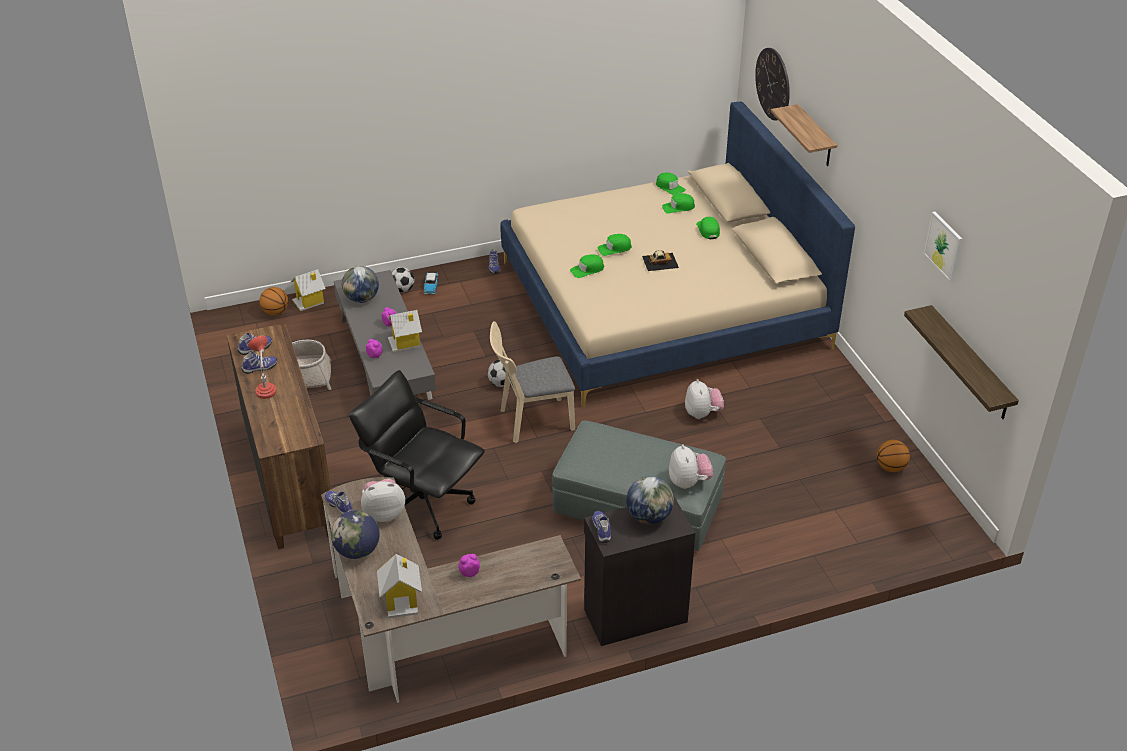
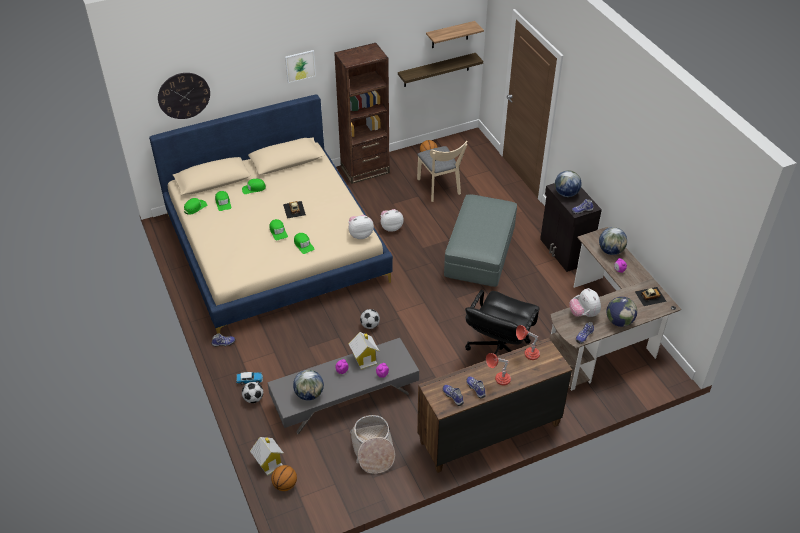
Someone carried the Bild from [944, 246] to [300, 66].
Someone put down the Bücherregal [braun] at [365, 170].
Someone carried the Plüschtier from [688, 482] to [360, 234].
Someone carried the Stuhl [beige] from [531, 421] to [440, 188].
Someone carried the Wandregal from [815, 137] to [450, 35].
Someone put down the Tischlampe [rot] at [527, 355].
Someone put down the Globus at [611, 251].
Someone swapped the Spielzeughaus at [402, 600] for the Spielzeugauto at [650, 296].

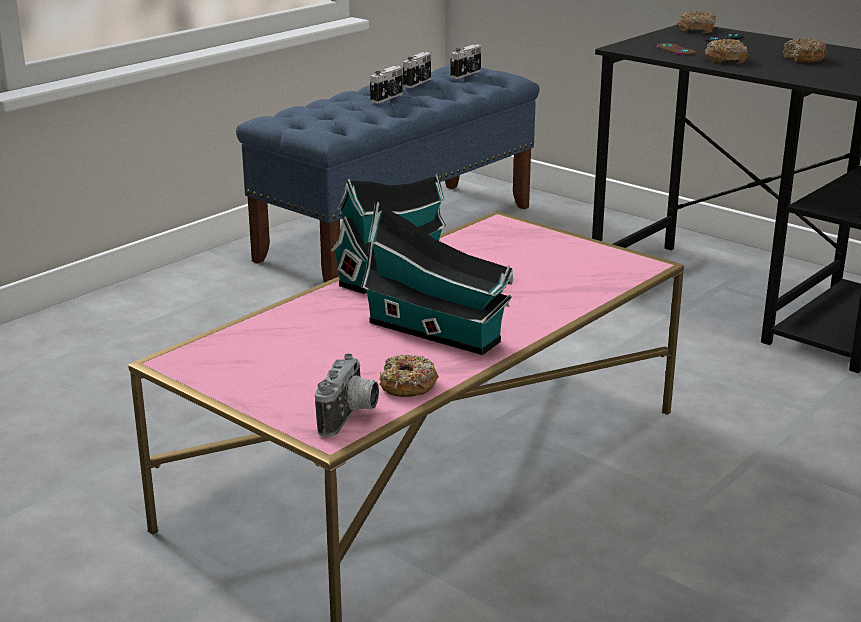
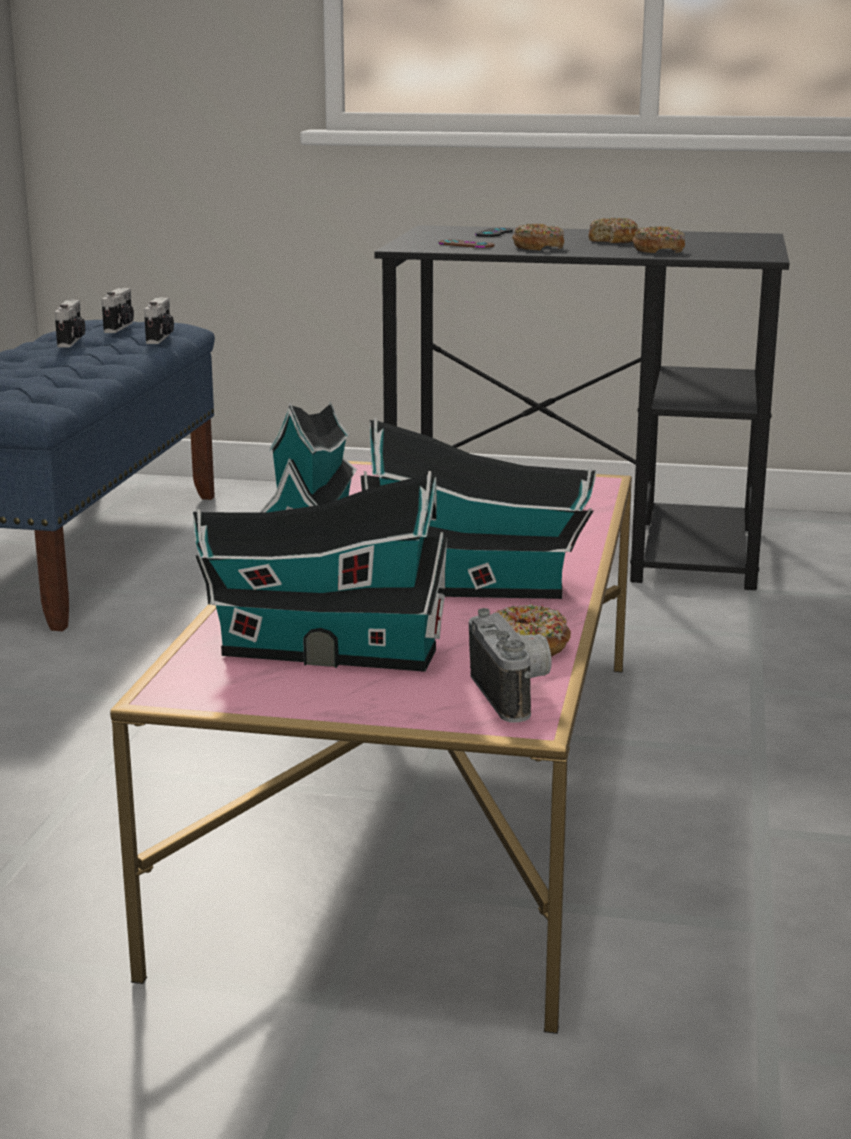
Someone carried the Kamera from [388, 98] to [160, 338].
Someone put down the Spielzeughaus at [320, 652].
Someone carried the Donut from [696, 29] to [658, 250].

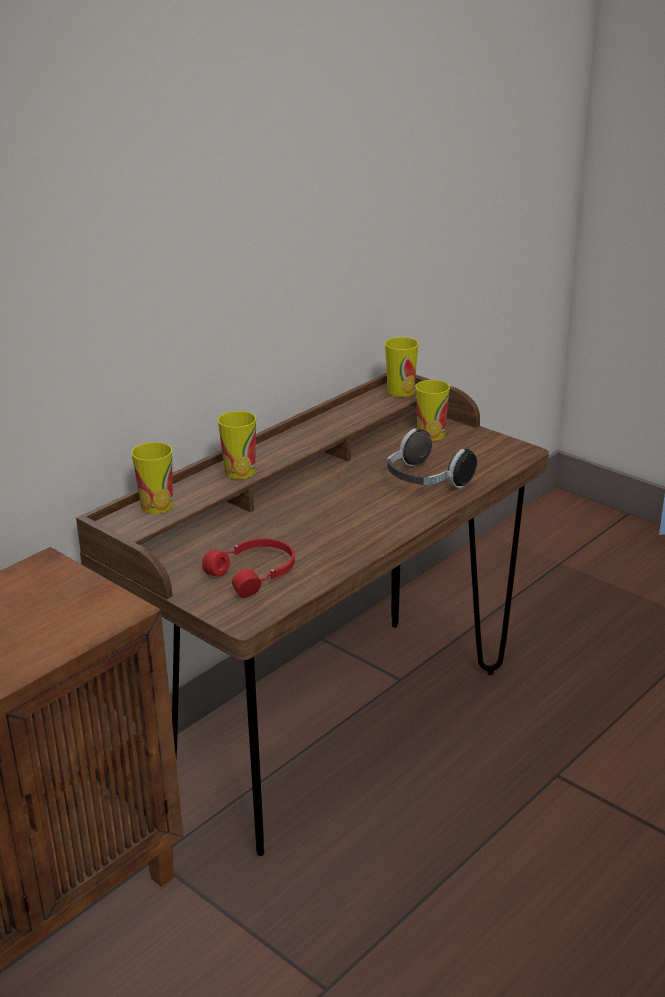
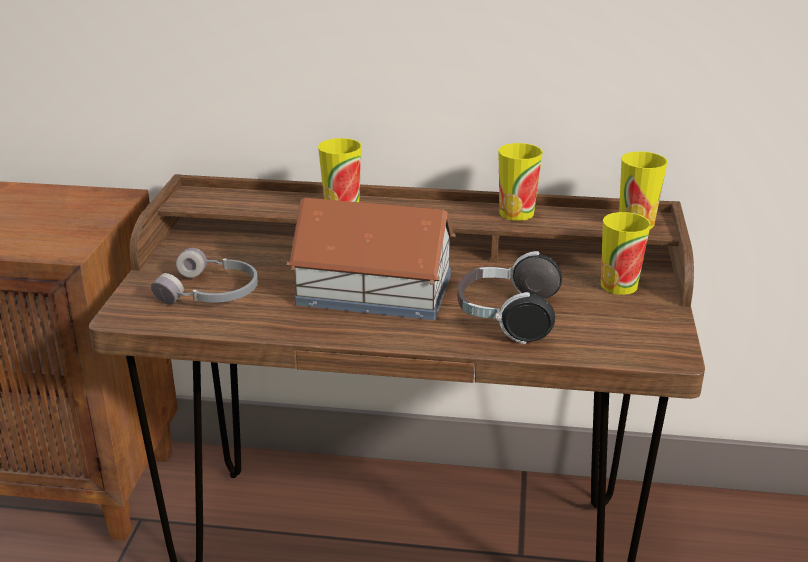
Someone repainted the Kopfhörer [rot] at [255, 574], which became the Kopfhörer [grau] at [210, 293].
Someone put down the Spielzeughaus at [376, 290].
Someone carried the Tasse from [157, 506] to [516, 213].

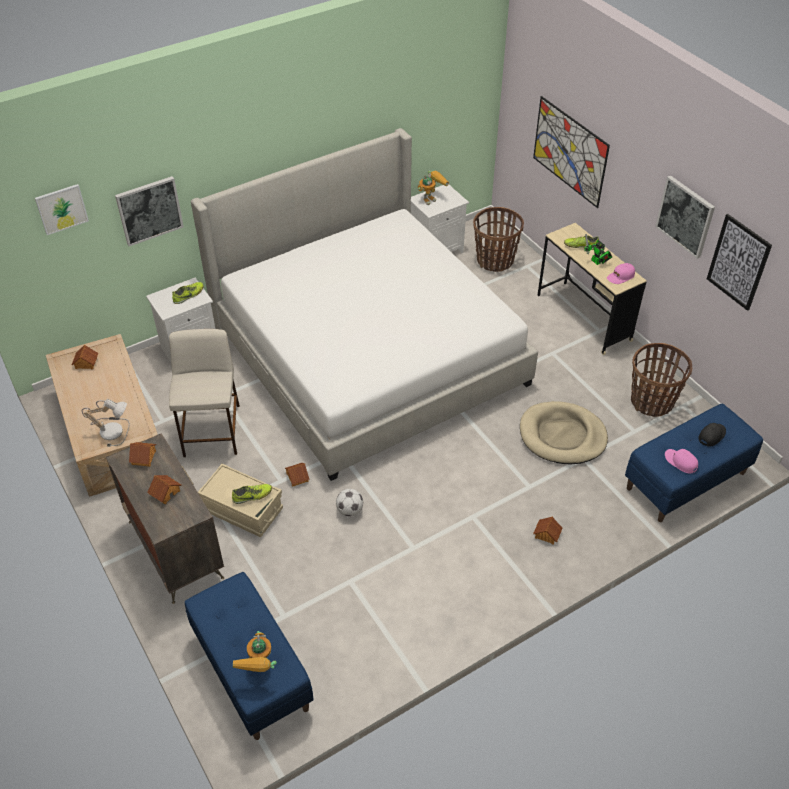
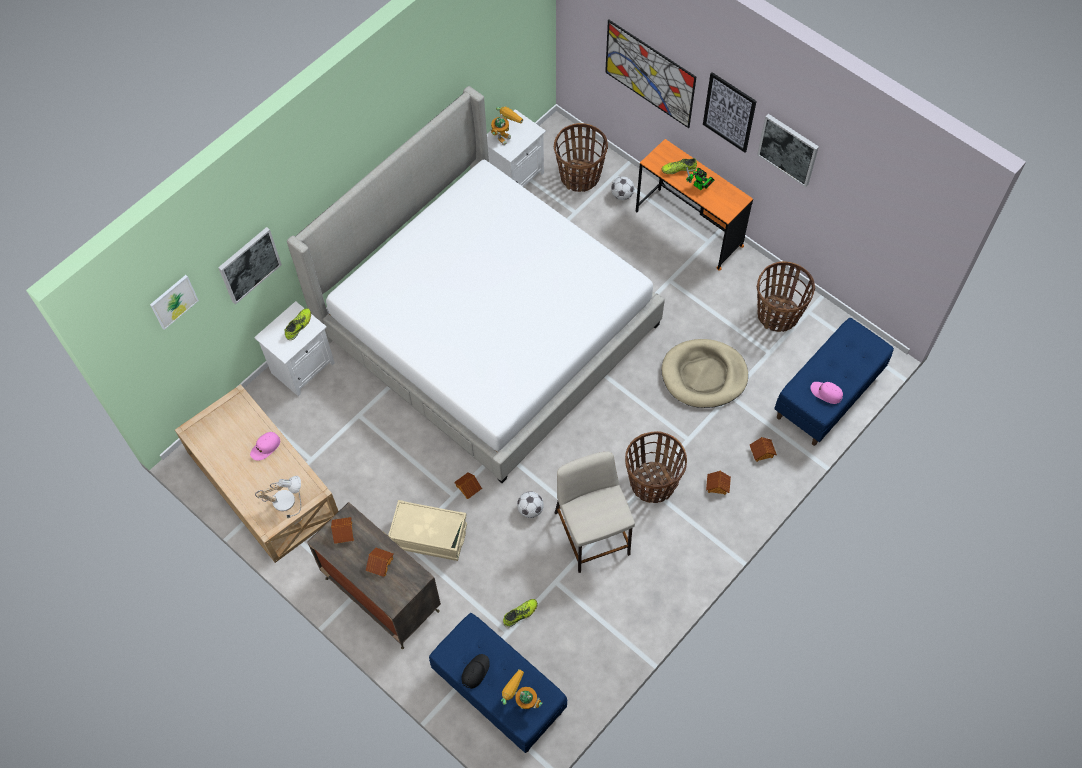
Someone carried the Kappe [rosa] from [620, 276] to [265, 447].
Someone carried the Kappe [schwarz] from [711, 435] to [475, 671].
Someone rotated the Spielzeugroboter at [259, 669] by 135 degrees clockwise.
Someone carried the Schuh from [252, 496] to [520, 614].
Someone carried the Hocker [beige] from [212, 431] to [592, 534].
Someone put down the Fußball at [622, 195].
Someone put down the Korb at [652, 483].
Someone repainted the Schreibtisch [beige] at [583, 317], which became the Schreibtisch [orange] at [688, 229].
Someone carried the Bild from [738, 262] to [729, 112].
Someone carried the Spielzeughaus from [86, 363] to [762, 452].

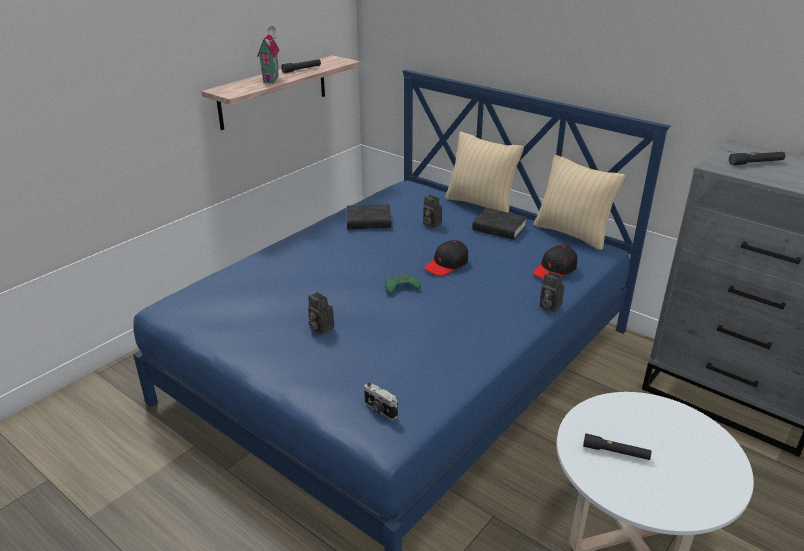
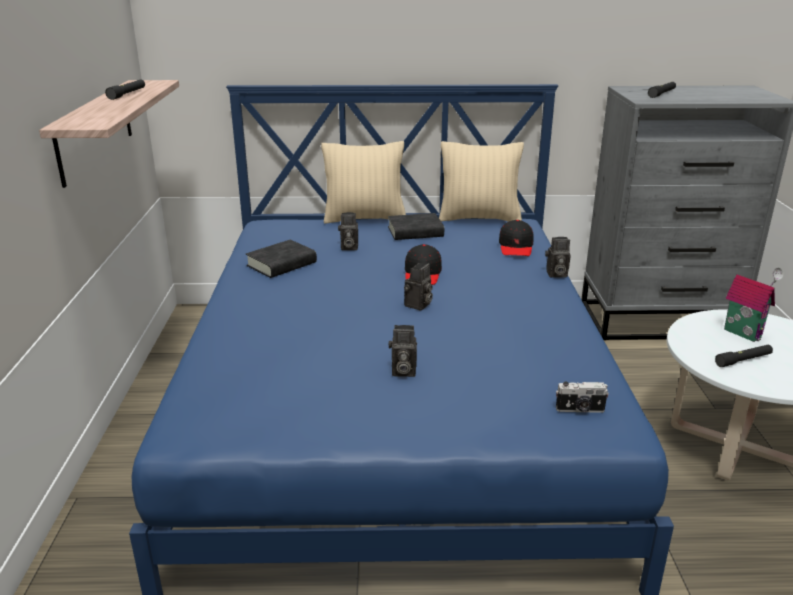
Someone swapped the Gamepad [grün] at [401, 287] for the Kamera at [418, 305].
Someone carried the Spielzeughaus from [272, 80] to [744, 333].

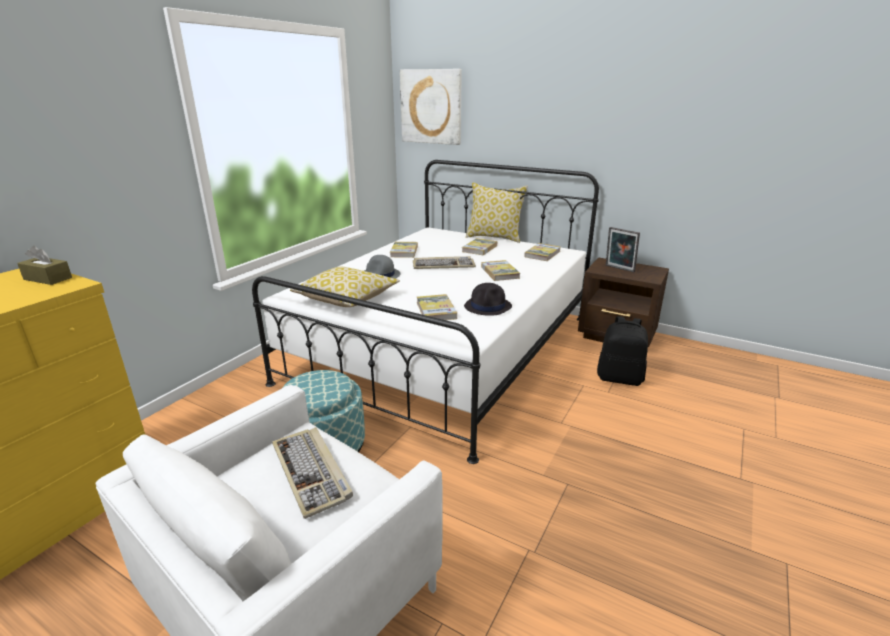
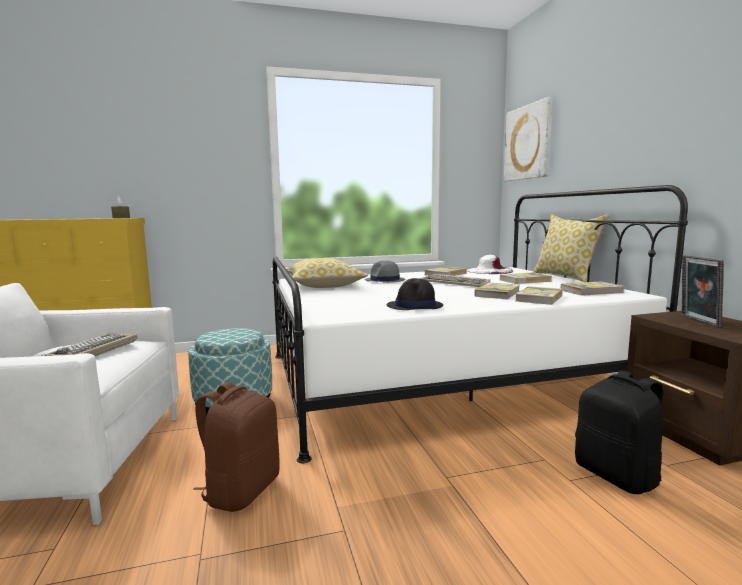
Someone put down the Rucksack [braun] at [241, 490].
Someone put down the Hut [weiß] at [489, 271].
Someone carried the Buch from [436, 310] to [539, 298].

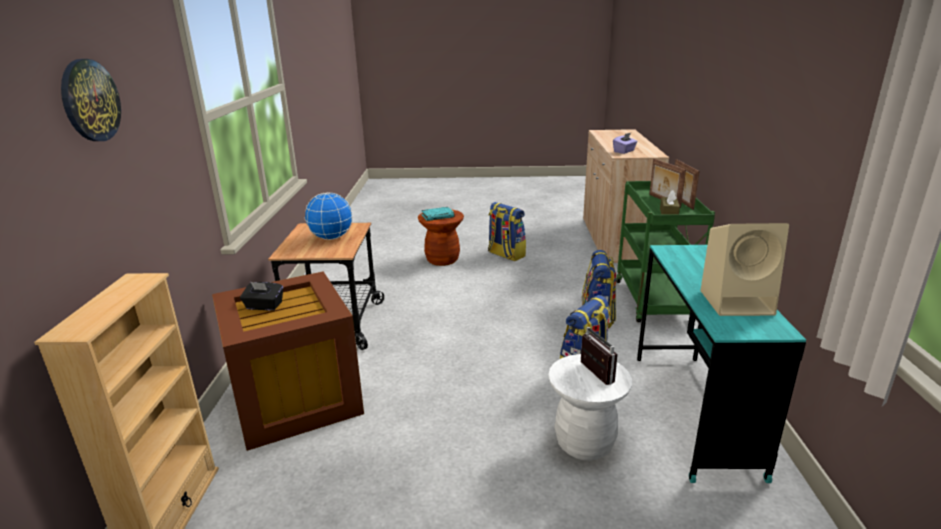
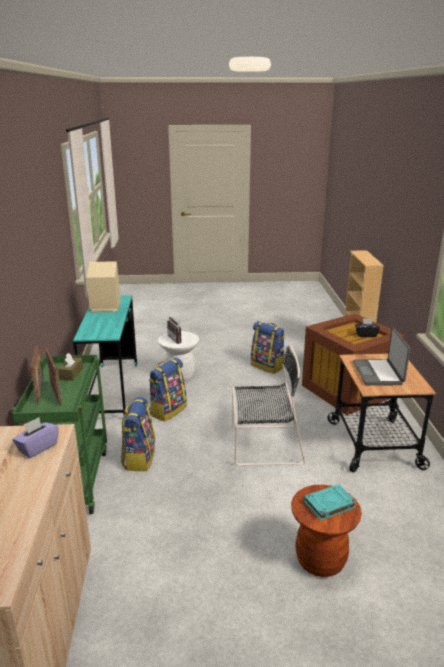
Someone put down the Stuhl [schwarz] at [263, 445].
Someone carried the Rucksack from [505, 255] to [267, 366].
Someone swapped the Globus at [331, 238] for the Laptop at [378, 373].
Someone took away the Wanduhr at [90, 100].

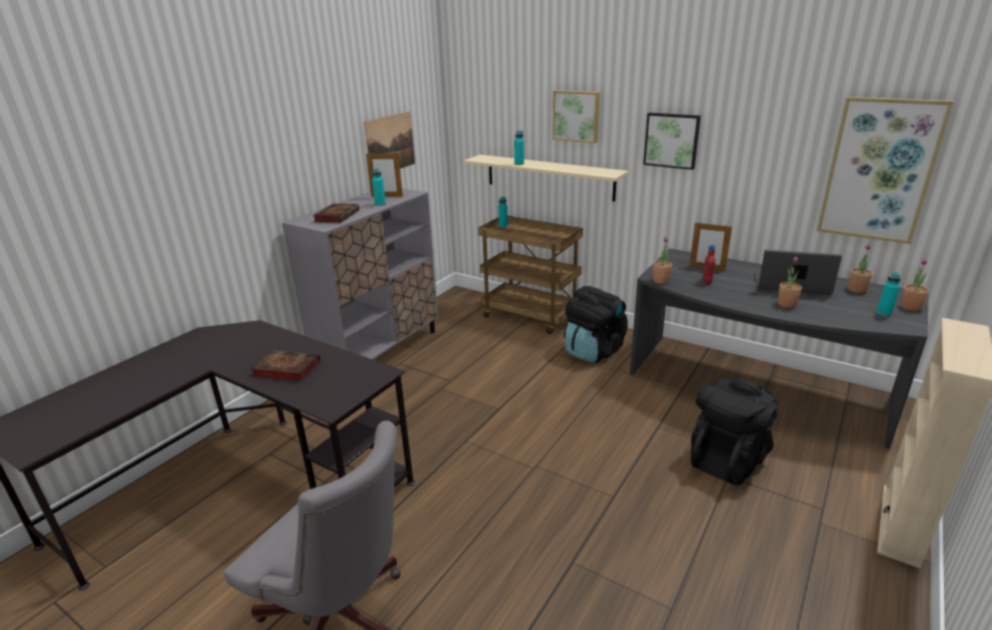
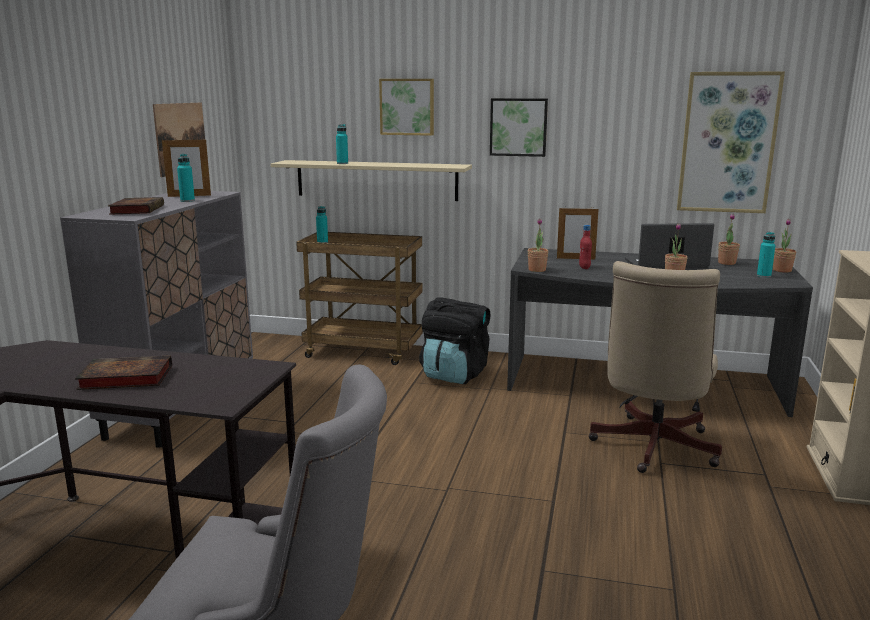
Someone swapped the Rucksack [schwarz] at [727, 459] for the Bürostuhl [beige] at [651, 449].

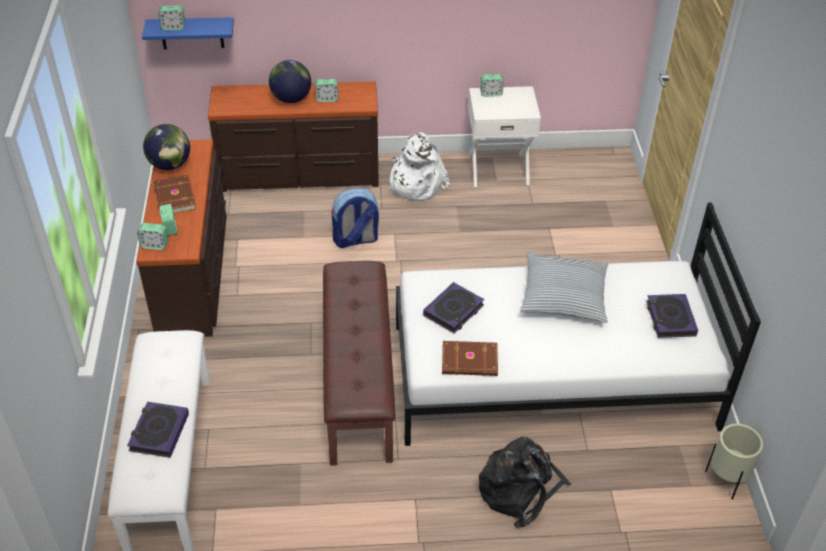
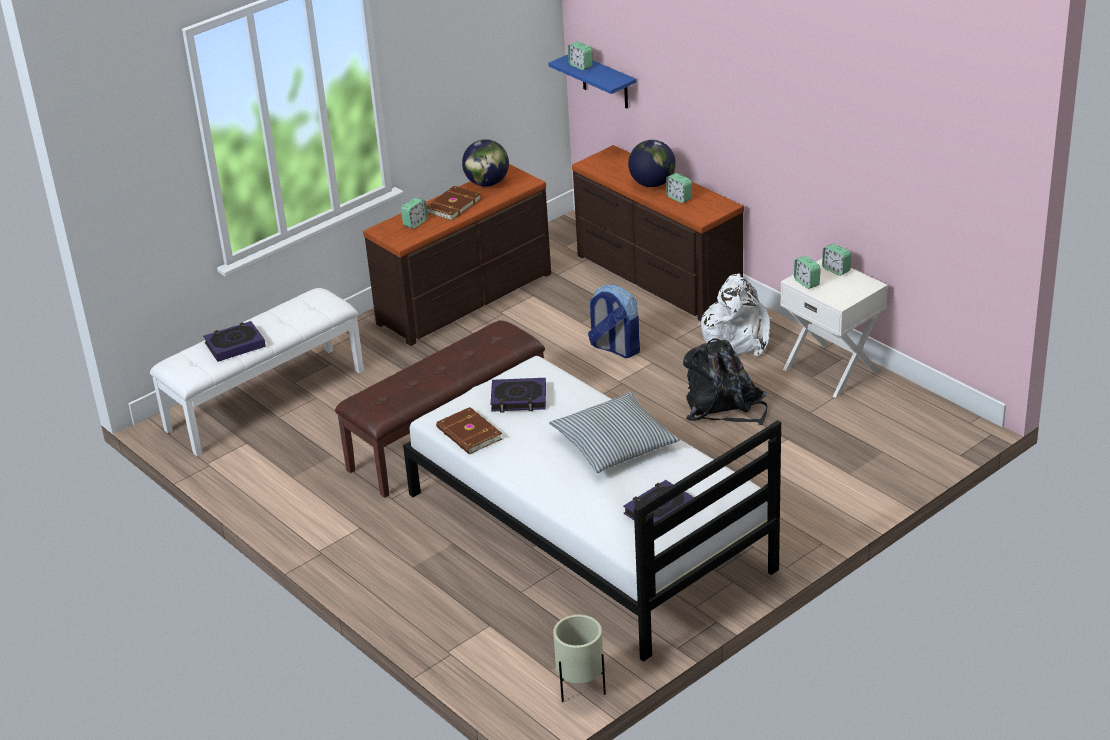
Someone carried the Rucksack [schwarz] from [520, 490] to [723, 407].
Someone carried the Wecker from [154, 245] to [806, 283].

